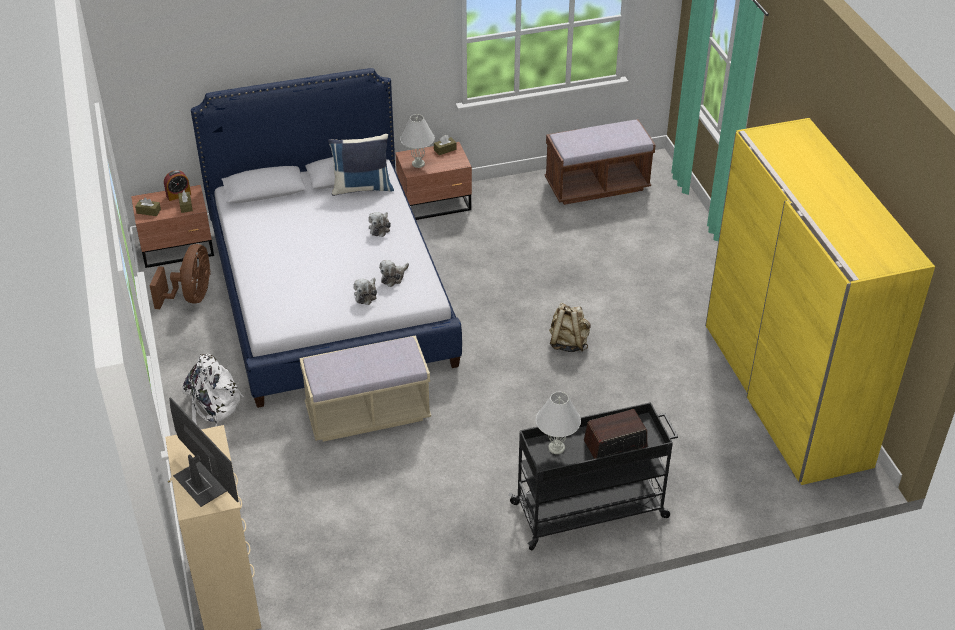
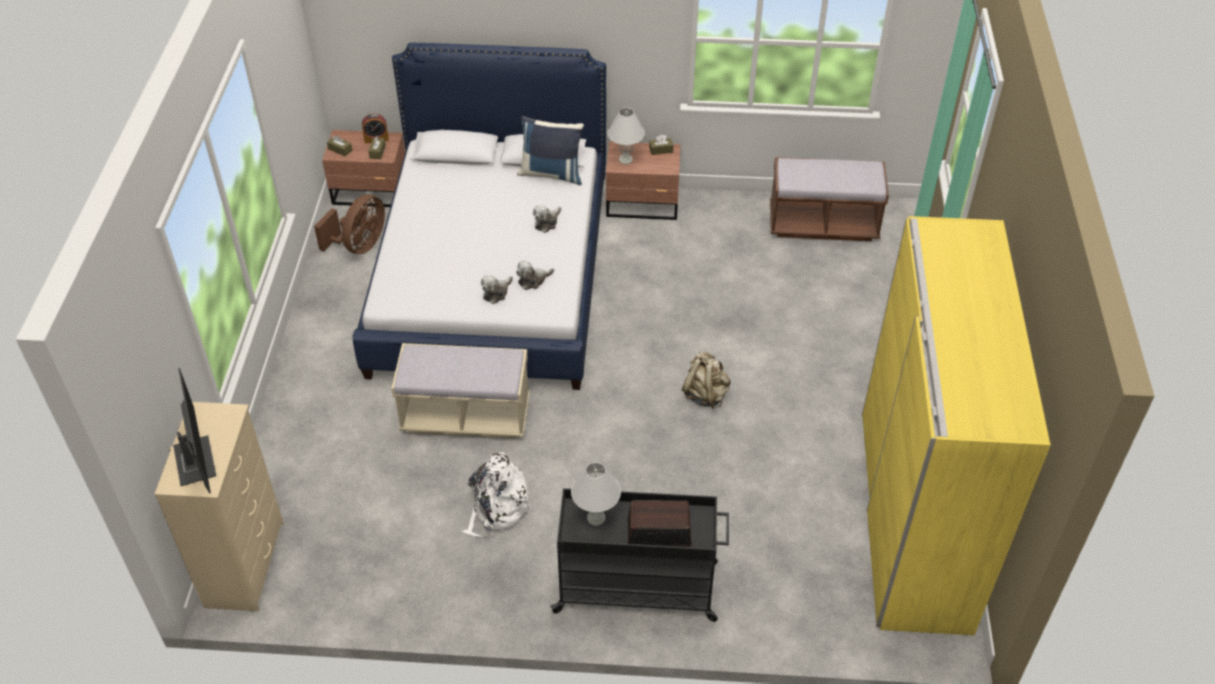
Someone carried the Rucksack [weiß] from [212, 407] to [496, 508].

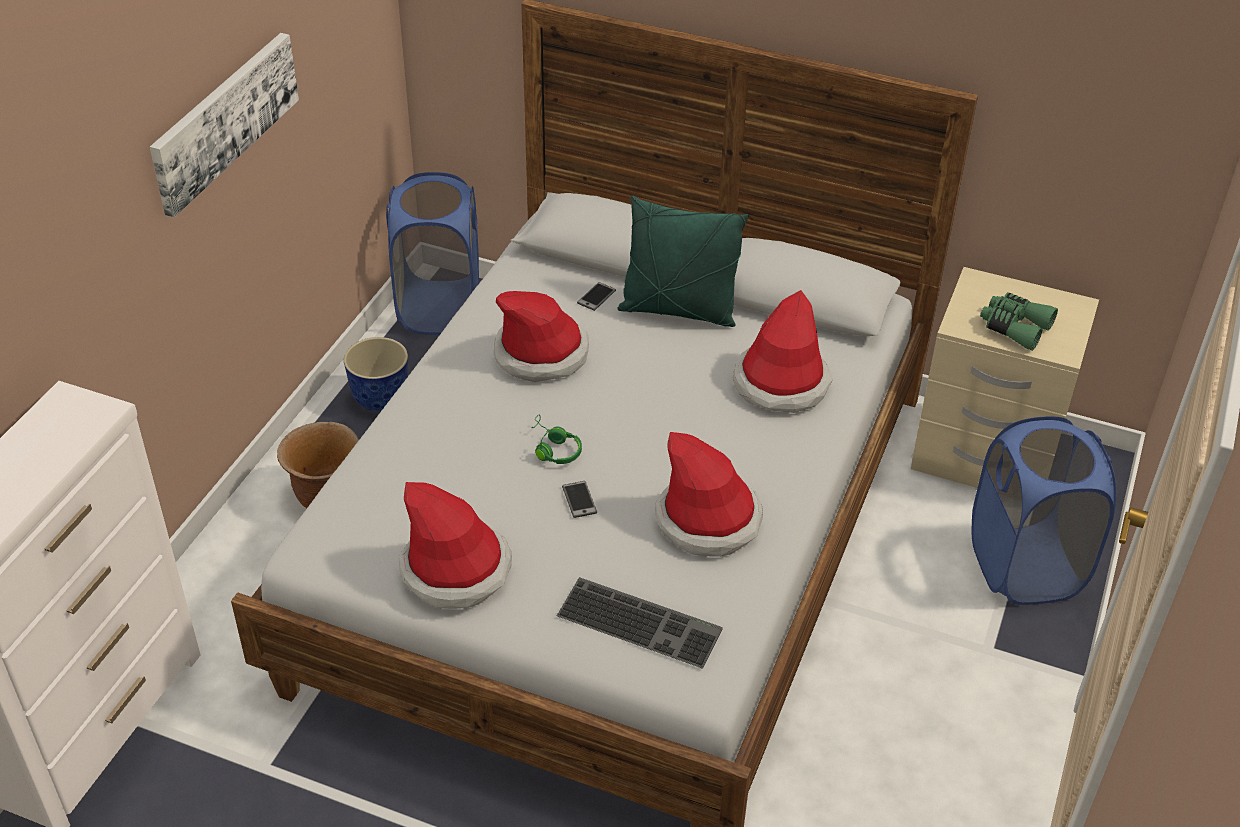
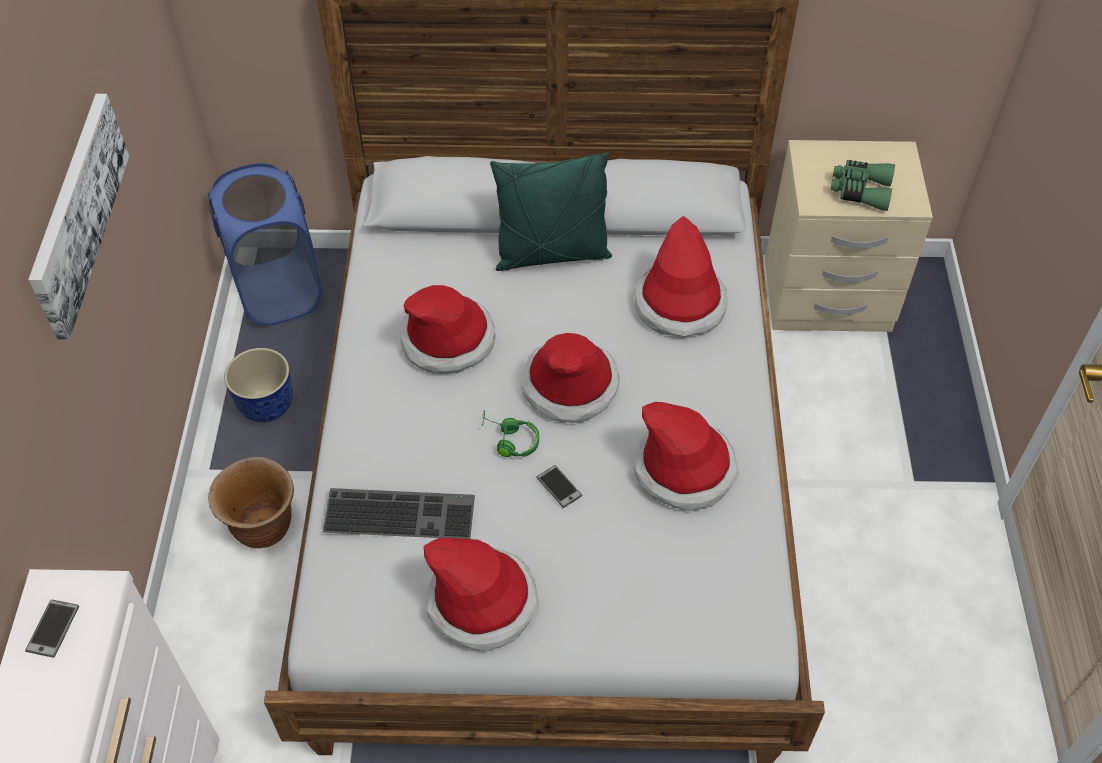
Someone carried the Handy from [596, 297] to [53, 628].
Someone carried the Tastatur from [642, 621] to [401, 512].
Someone put down the Hut at [570, 385].
Someone took away the Wäschekorb [blau] at [1025, 566].

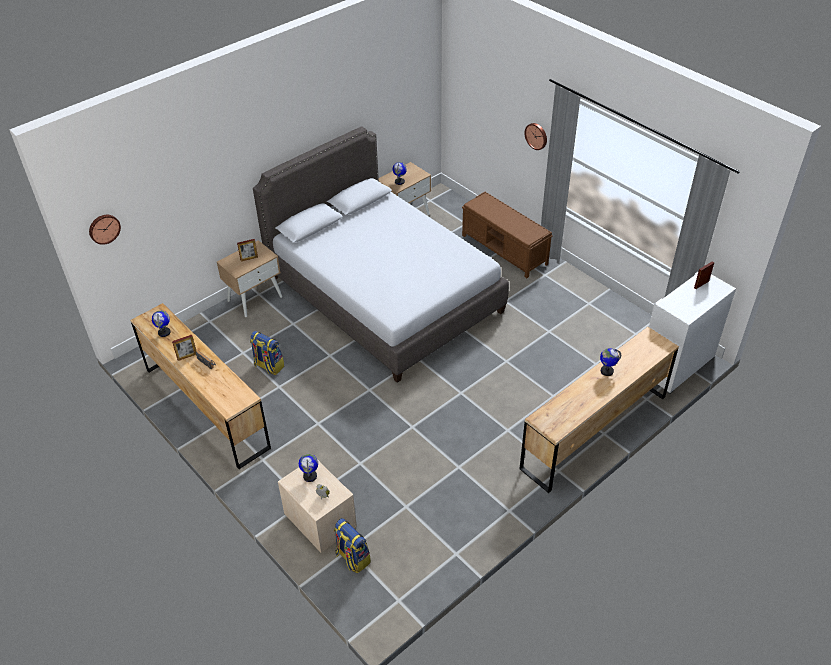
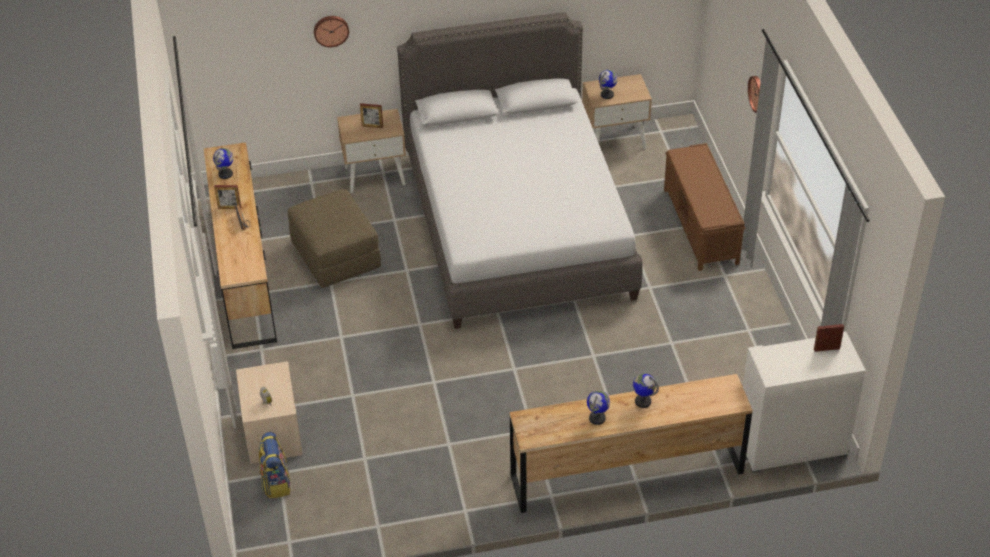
Someone swapped the Rucksack at [268, 366] for the Polsterhocker [braun] at [335, 256].
Someone carried the Wanduhr from [104, 228] to [331, 30].
Someone carried the Globus from [310, 476] to [597, 418].

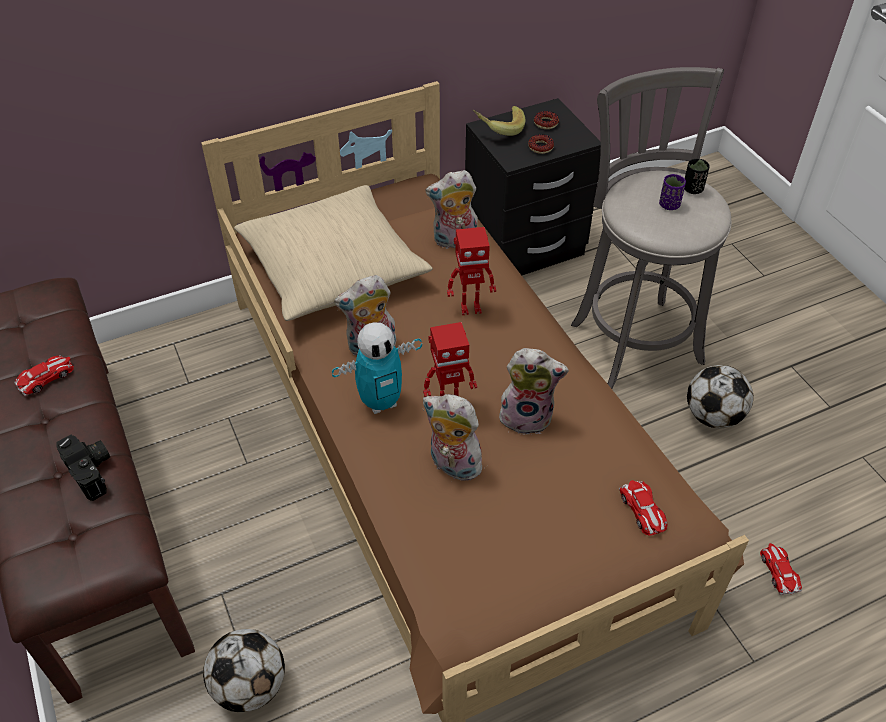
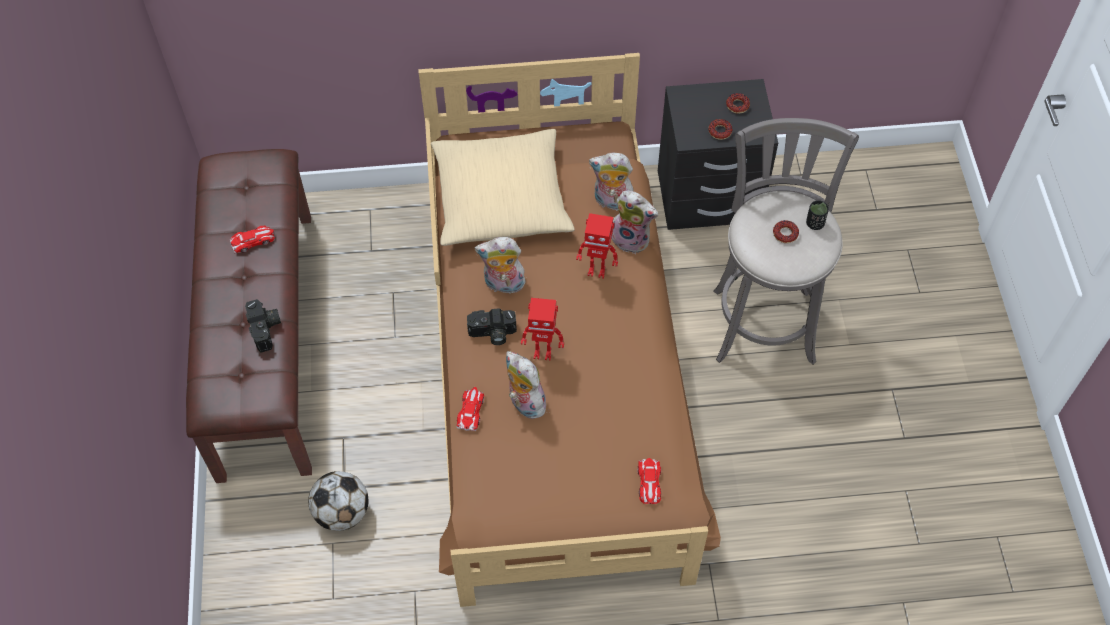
Someone carried the Spielzeugauto from [779, 571] to [471, 411].
Someone swapped the Spielzeugroboter at [381, 402] for the Kamera at [492, 334].
Someone carried the Plüschtier from [527, 416] to [632, 239].
Someone swapped the Tasse [lila] at [669, 205] for the Donut at [785, 234].
Someone took away the Banane at [498, 128].
Someone took away the Fußball at [713, 416].

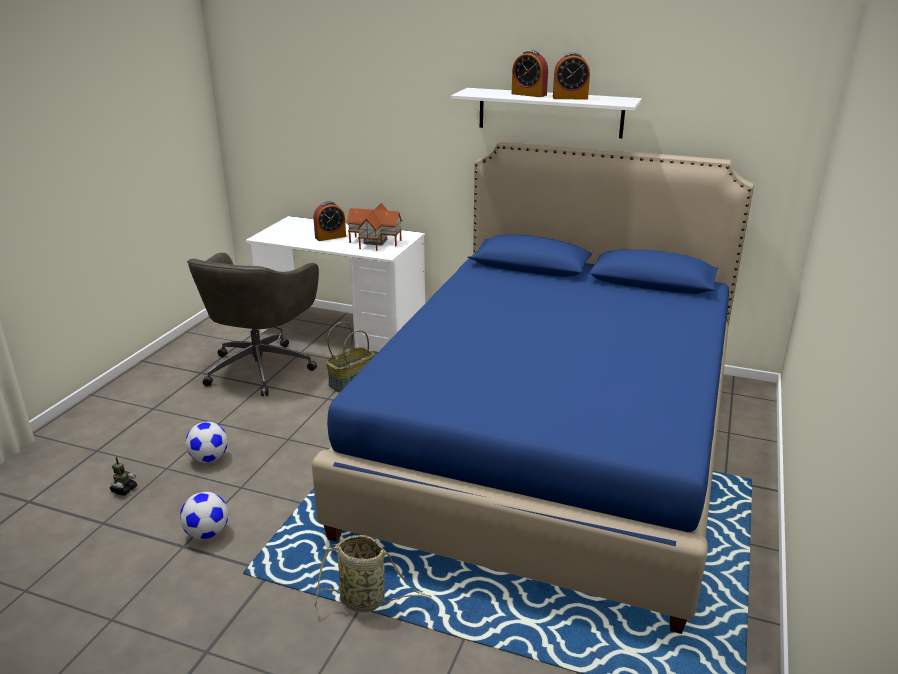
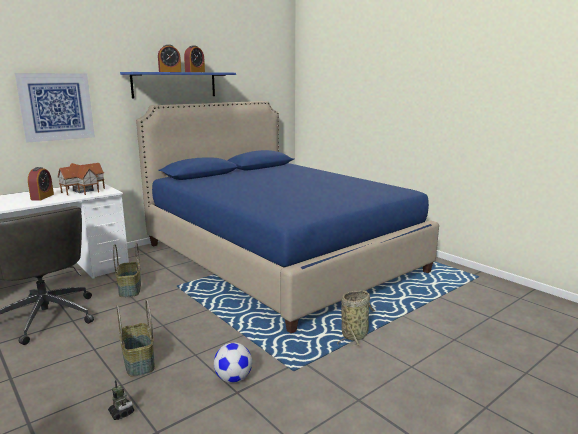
Someone put up the Bild at [56, 107].
Someone swapped the Fußball at [209, 458] for the Korb at [138, 361].
Someone repainted the Wandregal [weiß] at [550, 112], which became the Wandregal [blau] at [174, 85].

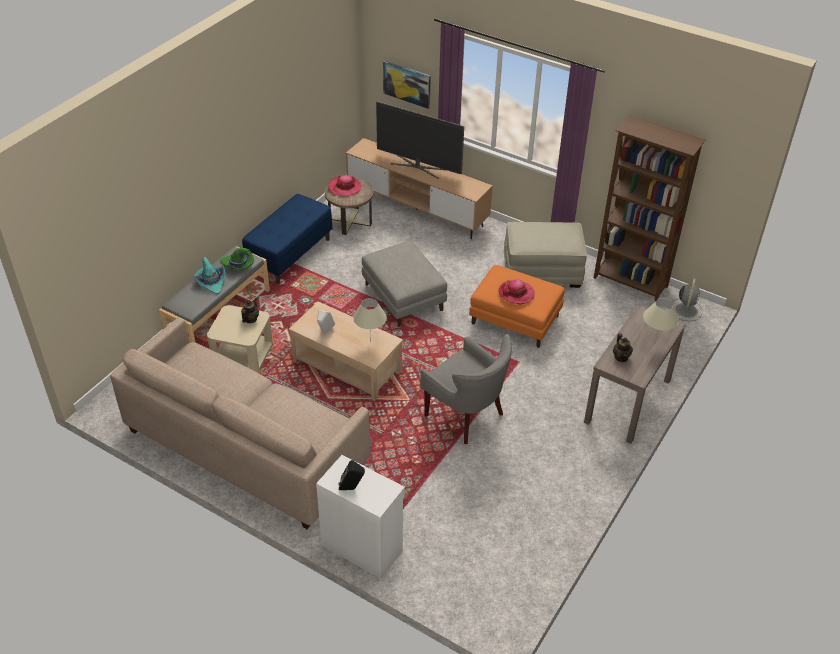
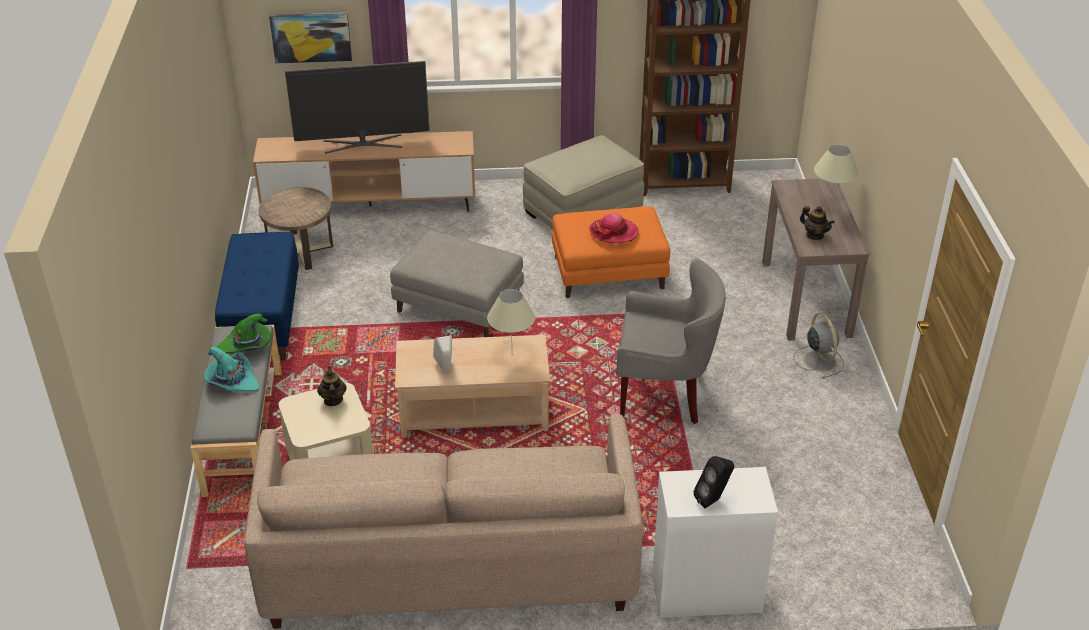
Someone carried the Ventilator [grau] from [686, 309] to [819, 360].
Someone took away the Hut at [344, 187].

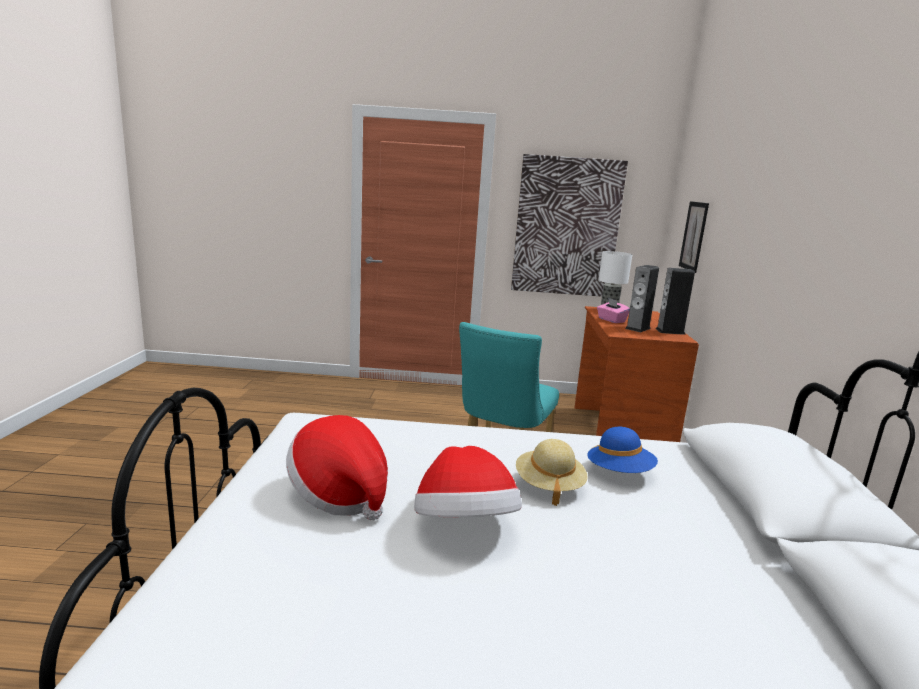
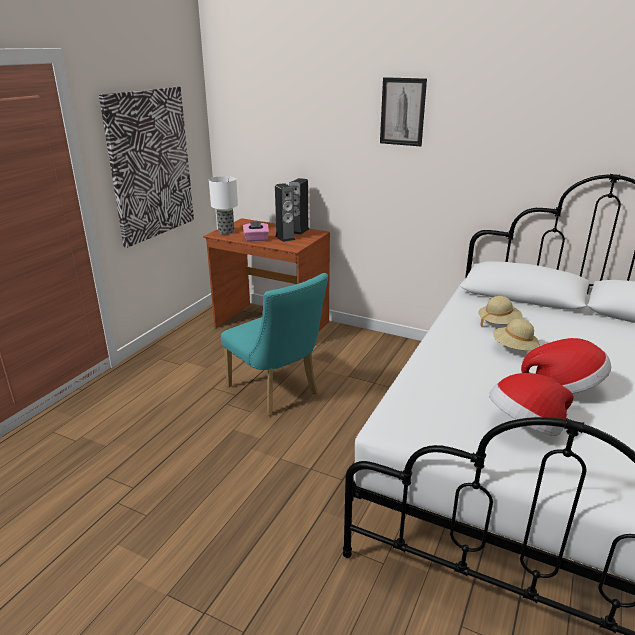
Someone carried the Bild from [693, 236] to [402, 112].
Someone repainted the Hut [blau] at [619, 472], which became the Hut [beige] at [498, 323].

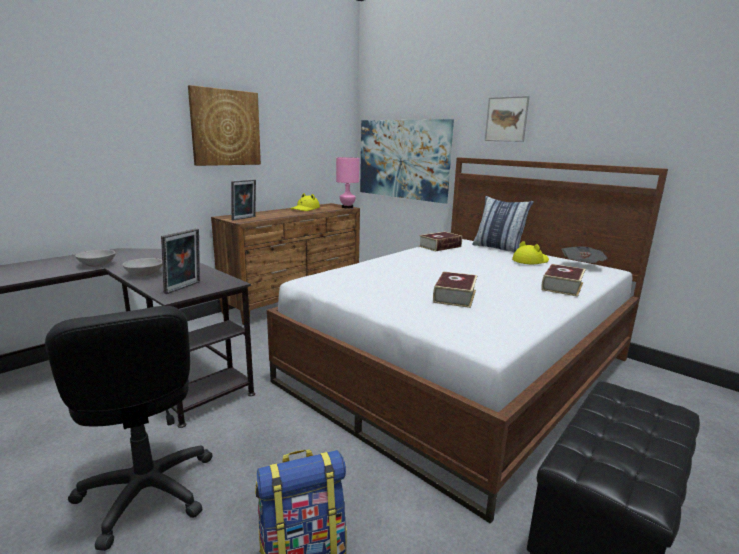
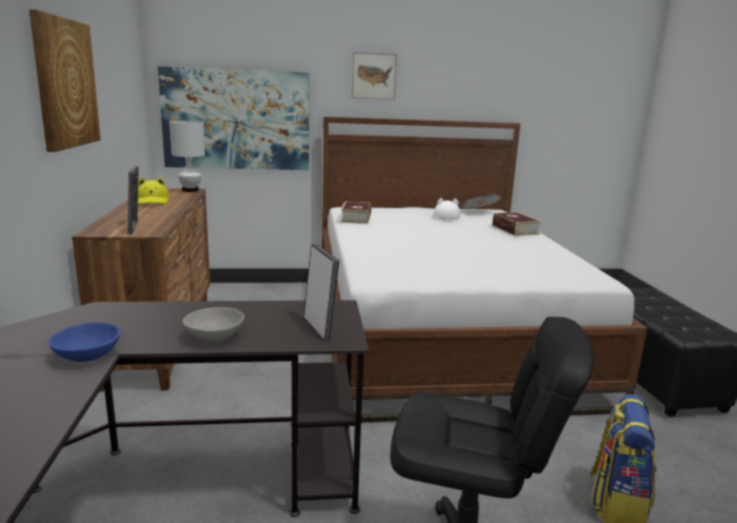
Someone repainted the Schüssel [grau] at [97, 265], which became the Schüssel [blau] at [88, 356].
Someone repainted the Tischlampe [rosa] at [347, 207], which became the Tischlampe [weiß] at [190, 190].
Someone repainted the Hut [gelb] at [530, 261], which became the Hut [weiß] at [445, 215].
Someone took away the Buch at [455, 296].
Someone took away the Kissen at [498, 248].

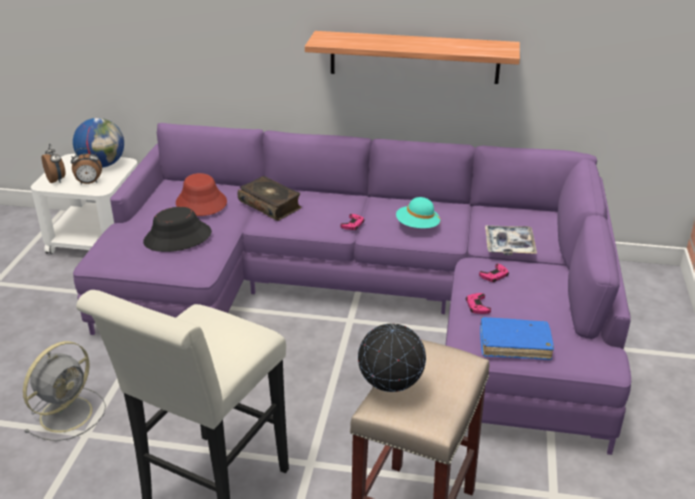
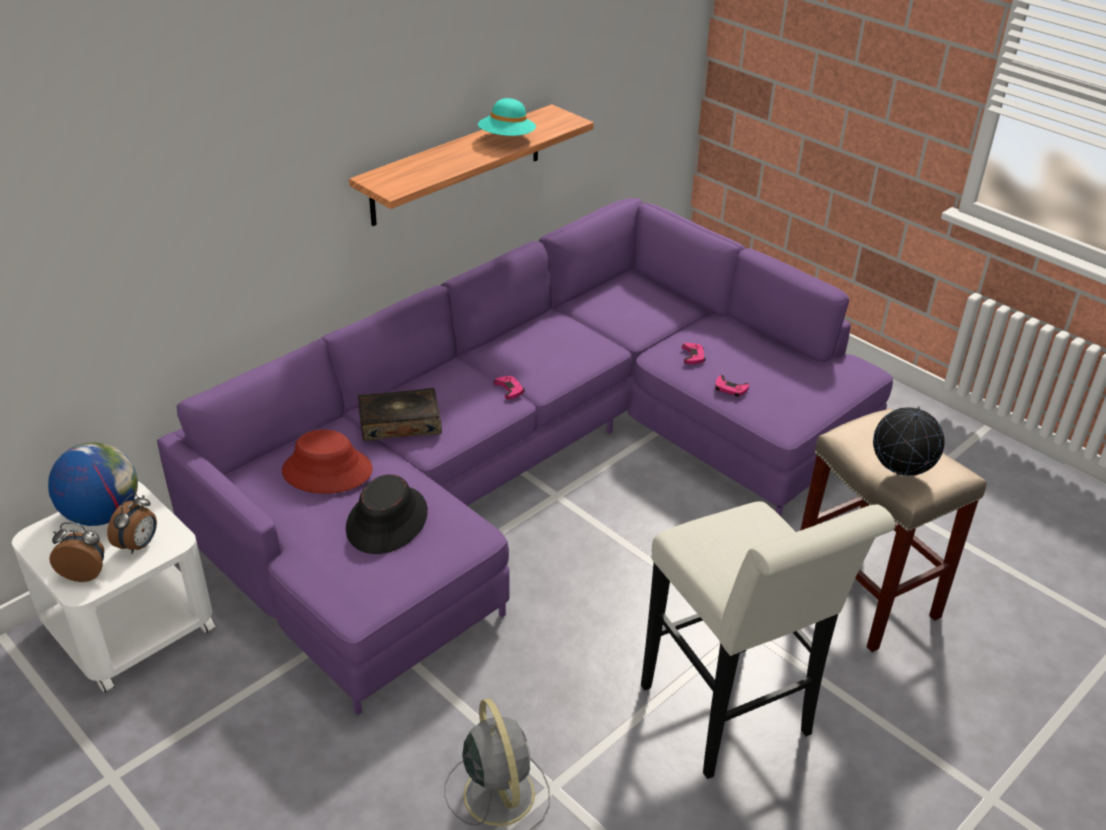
Someone carried the Hut [türkis] from [417, 226] to [507, 139].
Someone took away the Buch [blau] at [514, 344].
Someone took away the Tablett at [509, 245].

